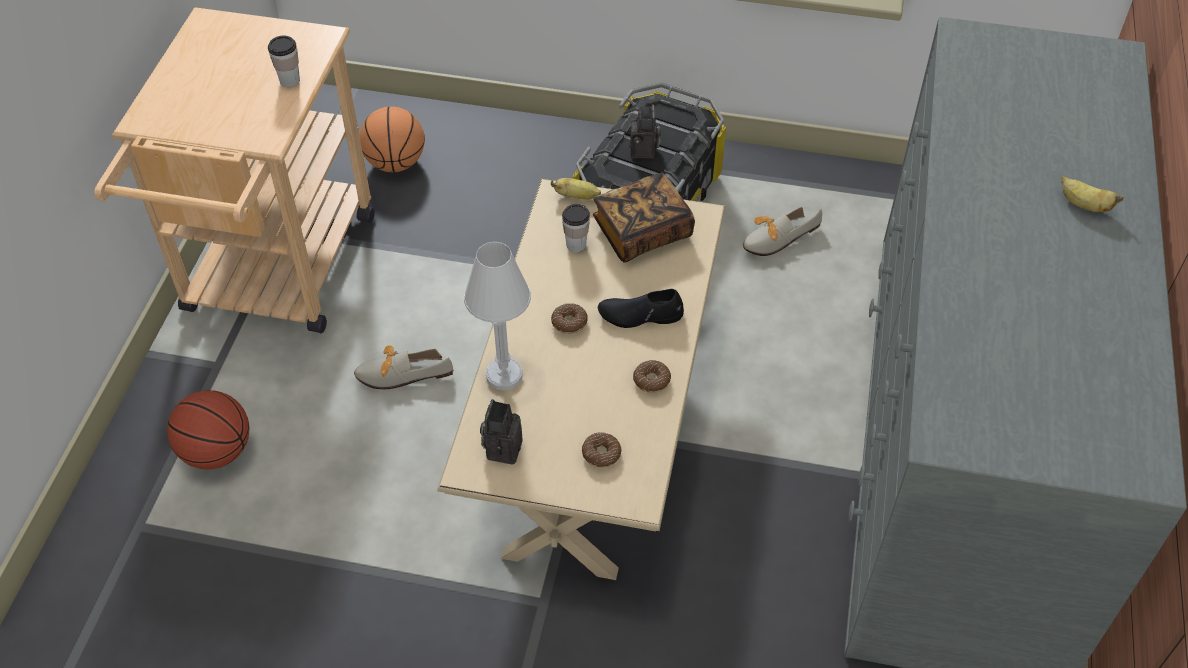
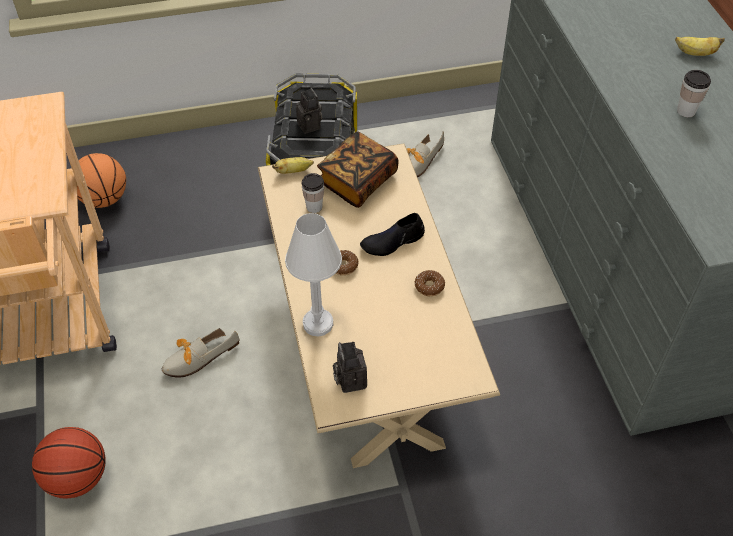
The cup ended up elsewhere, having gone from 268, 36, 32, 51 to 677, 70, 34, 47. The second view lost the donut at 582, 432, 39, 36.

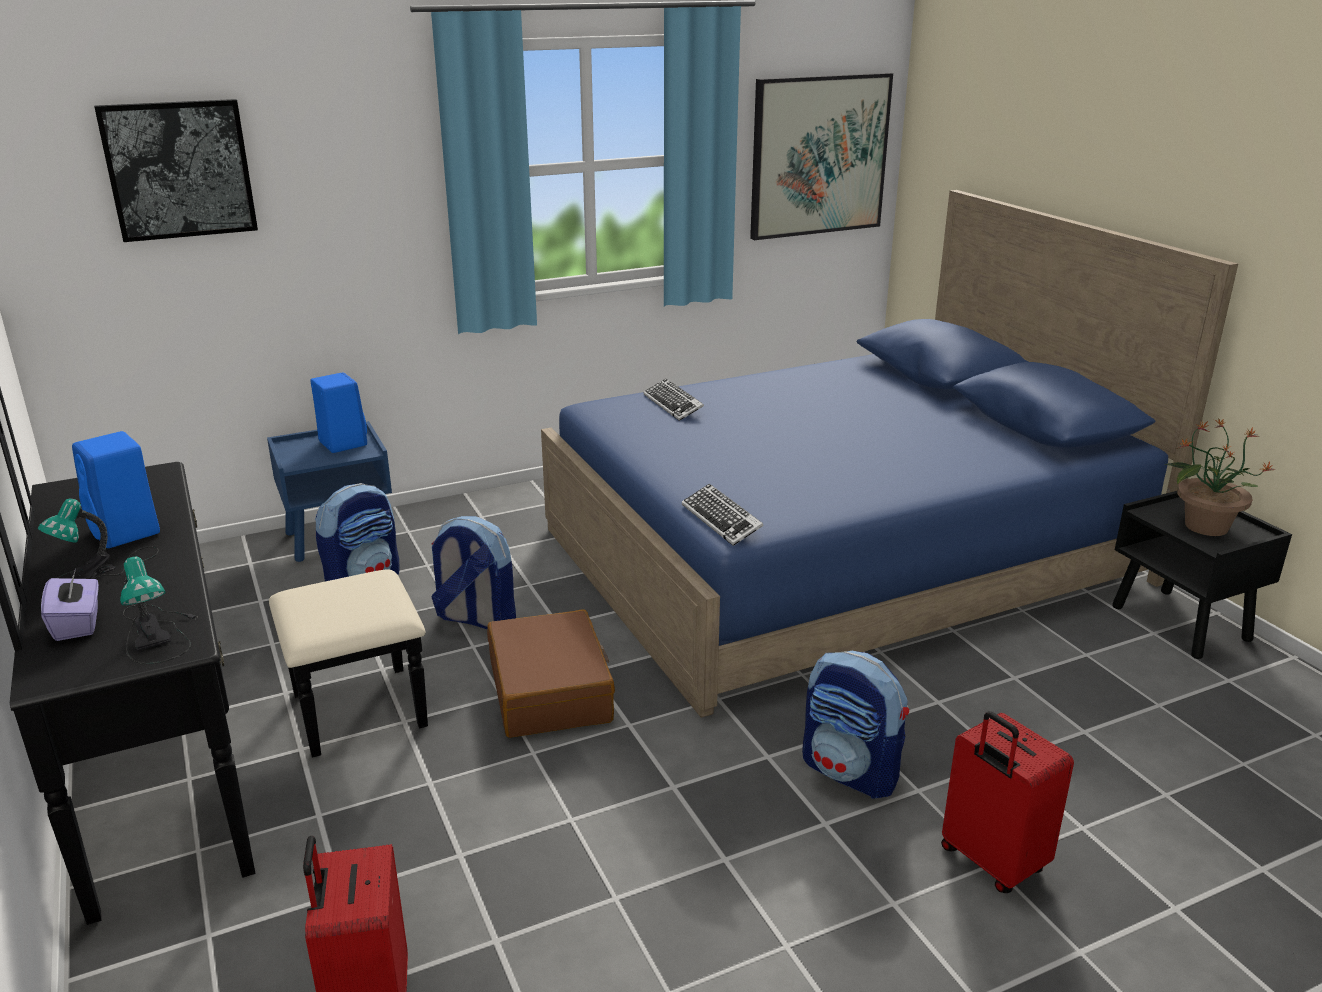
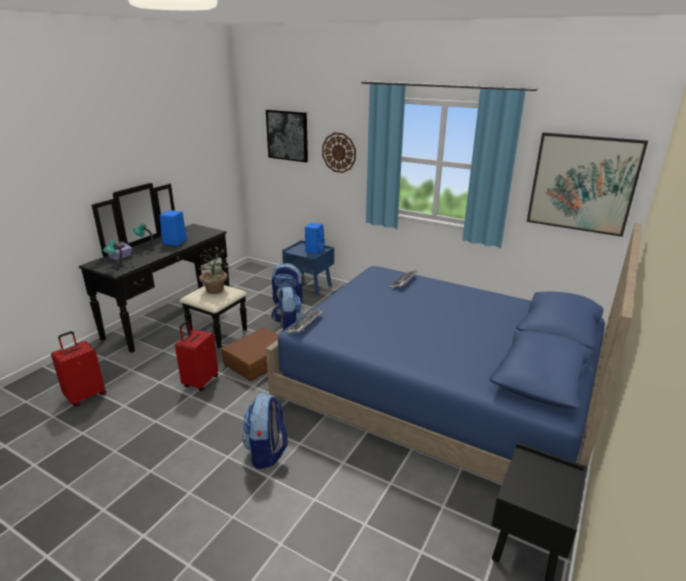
The red suitcase ended up elsewhere, having gone from 941, 711, 133, 182 to 175, 320, 43, 71. The potted plant ended up elsewhere, having gone from 1165, 419, 111, 117 to 199, 247, 31, 47. The second view gained the wall clock at 322, 132, 34, 41.

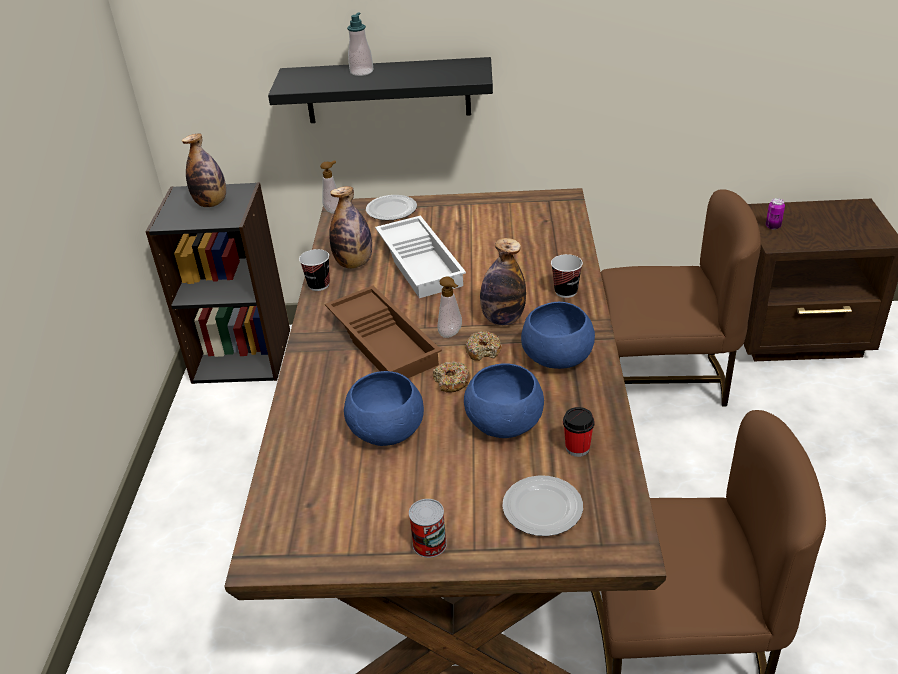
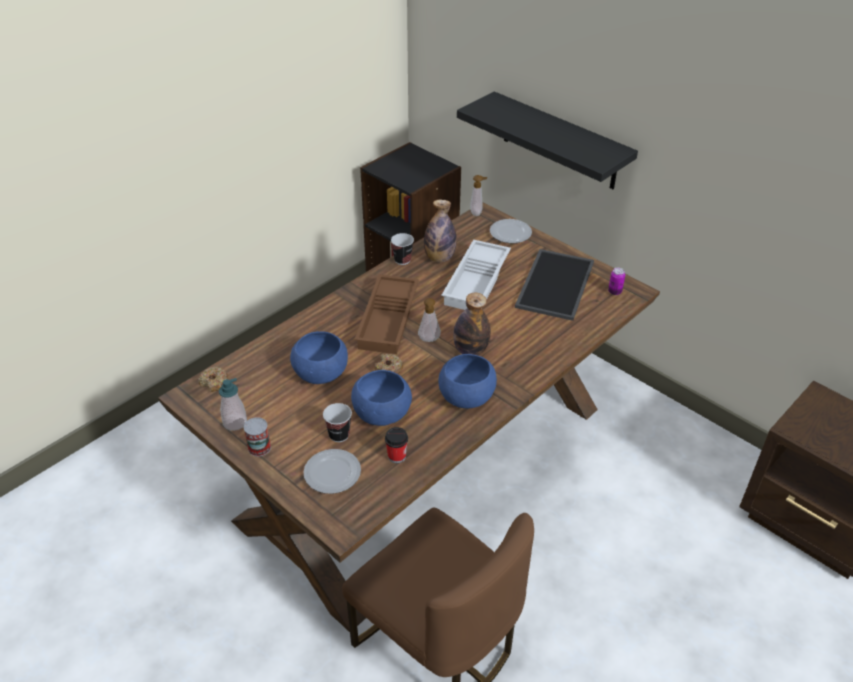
The second view lost the bottle at 182, 133, 44, 74. The soap dispenser ended up elsewhere, having gone from 347, 13, 26, 63 to 219, 378, 28, 53. The donut ended up elsewhere, having gone from 465, 331, 37, 30 to 198, 367, 31, 25. The cup ended up elsewhere, having gone from 551, 254, 32, 44 to 323, 403, 29, 39. The second view lost the brown chair at 601, 189, 160, 218. The can ended up elsewhere, having gone from 766, 198, 19, 31 to 608, 268, 17, 27. The second view gained the tray at 515, 249, 79, 72.

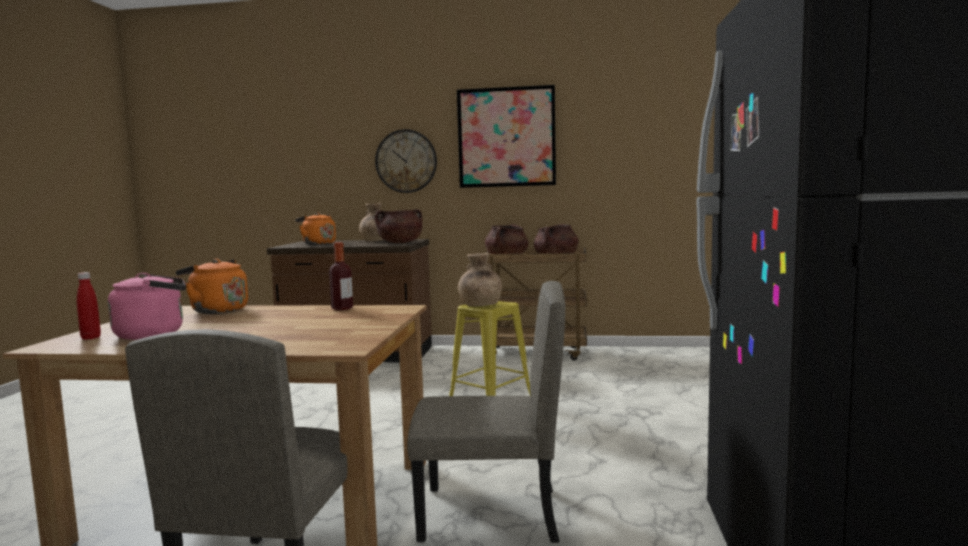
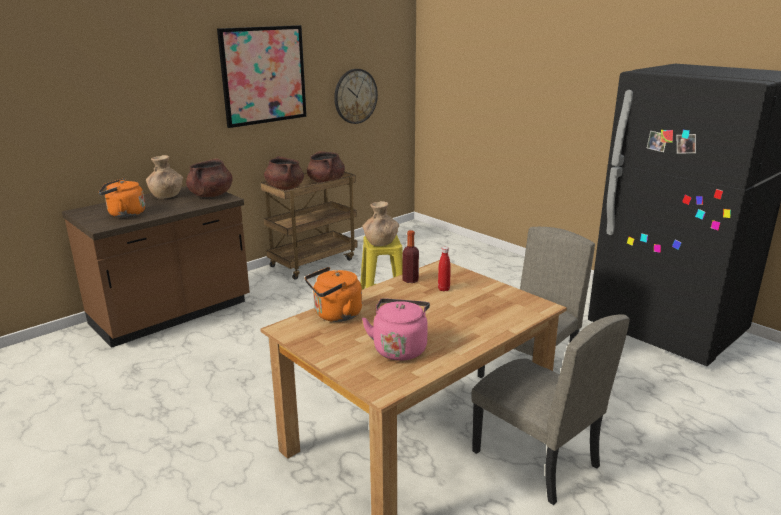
The red bottle ended up elsewhere, having gone from 77, 272, 24, 68 to 438, 247, 13, 45. The wall clock ended up elsewhere, having gone from 375, 129, 62, 64 to 334, 69, 44, 55.

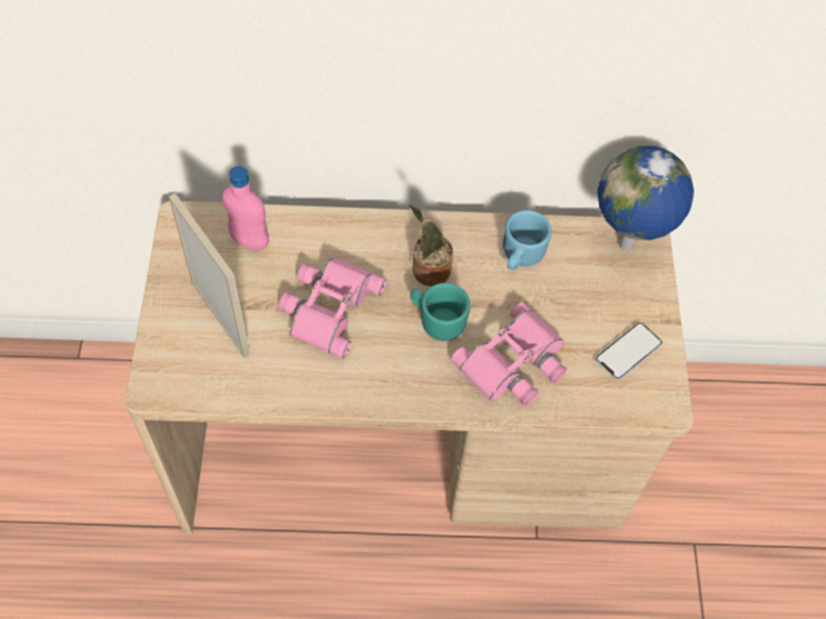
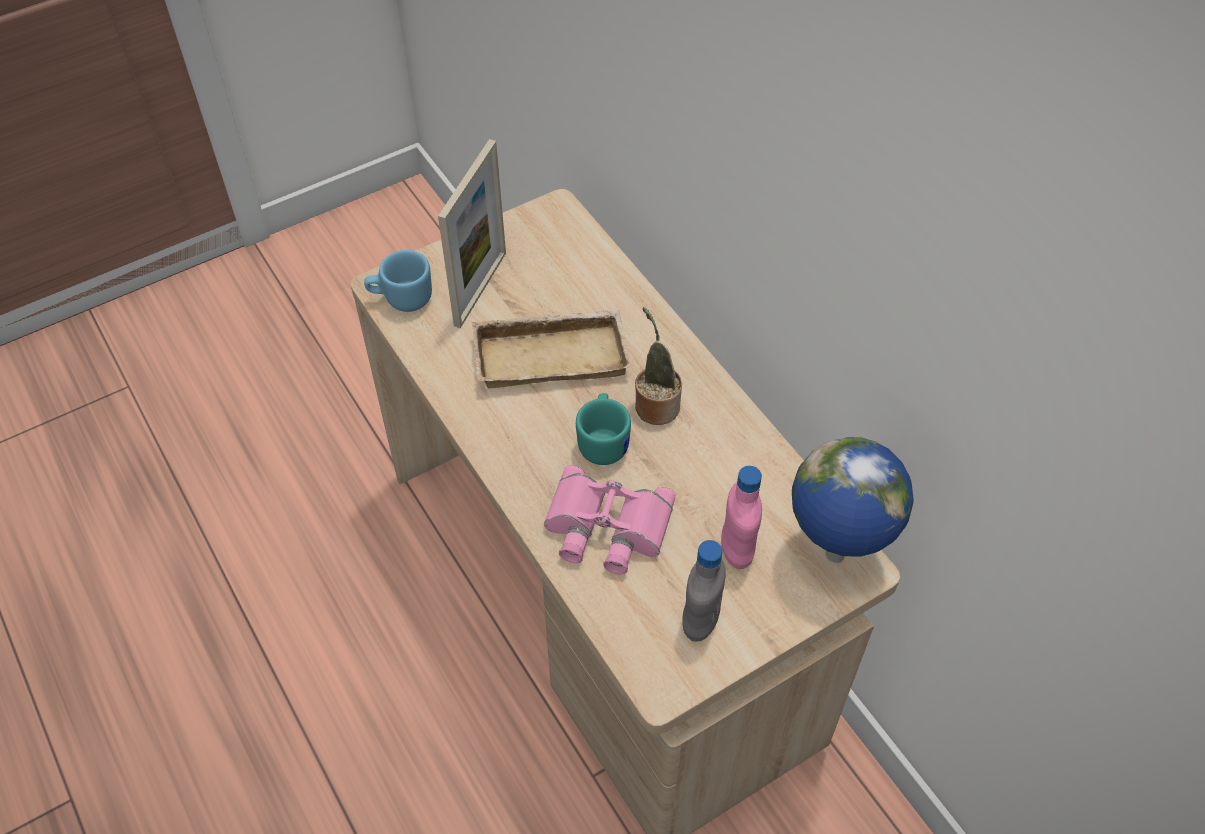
The pink bottle ended up elsewhere, having gone from 222, 166, 47, 85 to 721, 466, 41, 103. Where the pink binoculars stood at 278, 257, 109, 101, the beige tray came to stand at 472, 309, 159, 79. The blue mug ended up elsewhere, having gone from 503, 210, 49, 60 to 364, 250, 68, 62. Where the phone stood at 595, 322, 68, 58, the grey bottle came to stand at 683, 540, 43, 102.

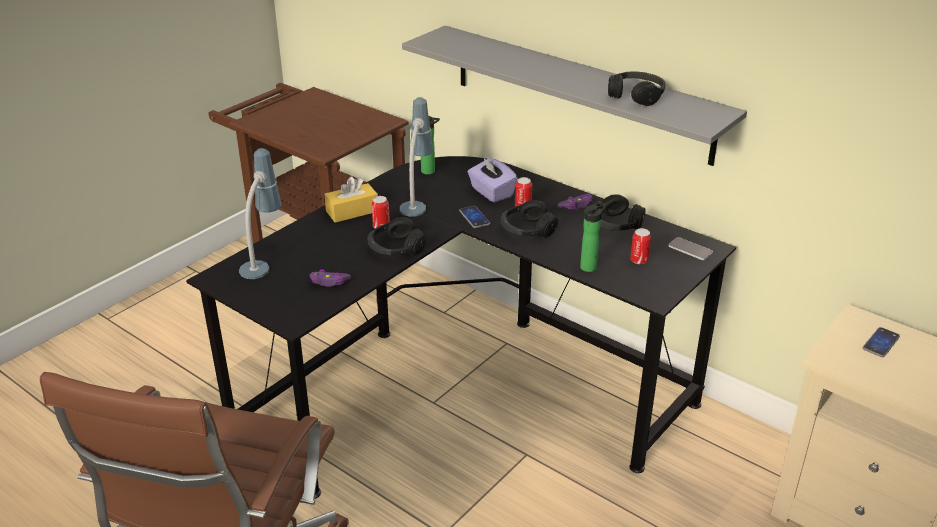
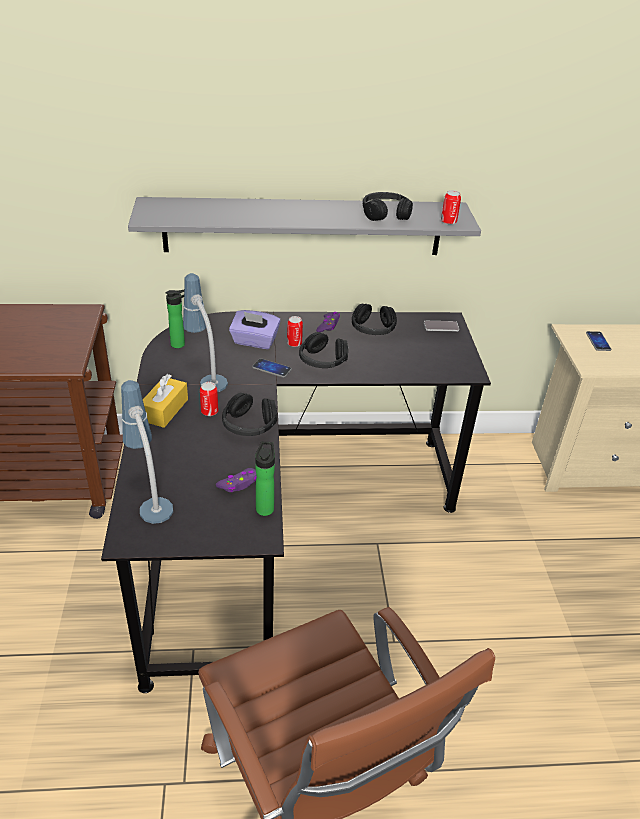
The bottle ended up elsewhere, having gone from 580, 201, 27, 71 to 255, 441, 20, 75. The can ended up elsewhere, having gone from 630, 228, 21, 36 to 441, 190, 20, 35.

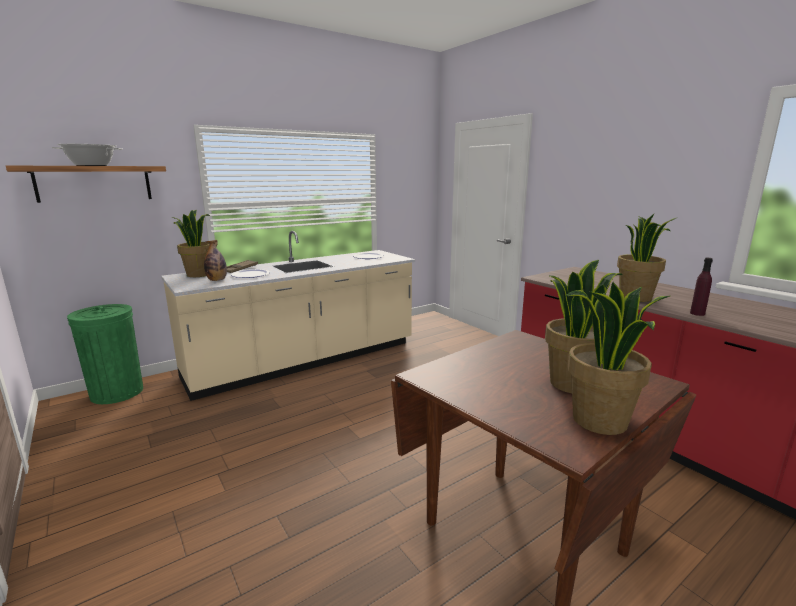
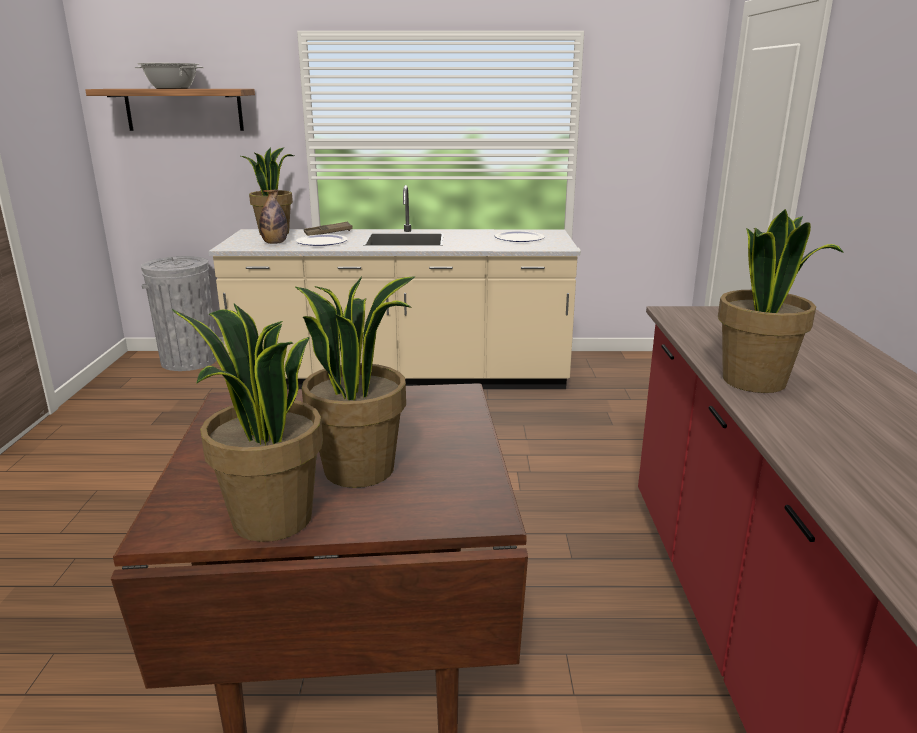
What was the green trash can at 67, 304, 76, 100 turned into the grey trash can at 141, 256, 76, 115. The second view lost the purple bottle at 690, 258, 23, 58.

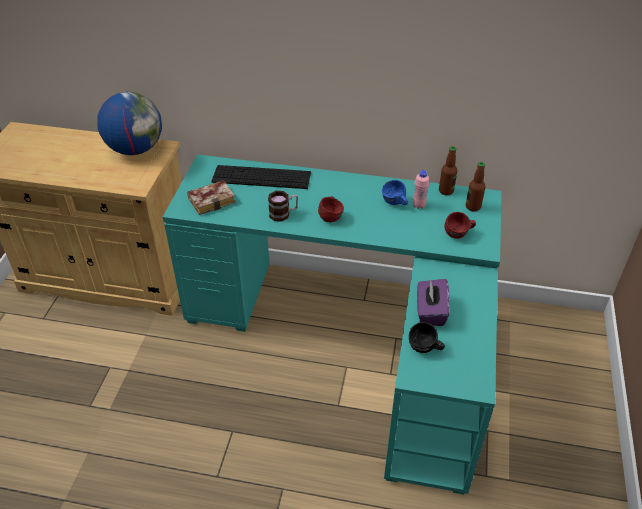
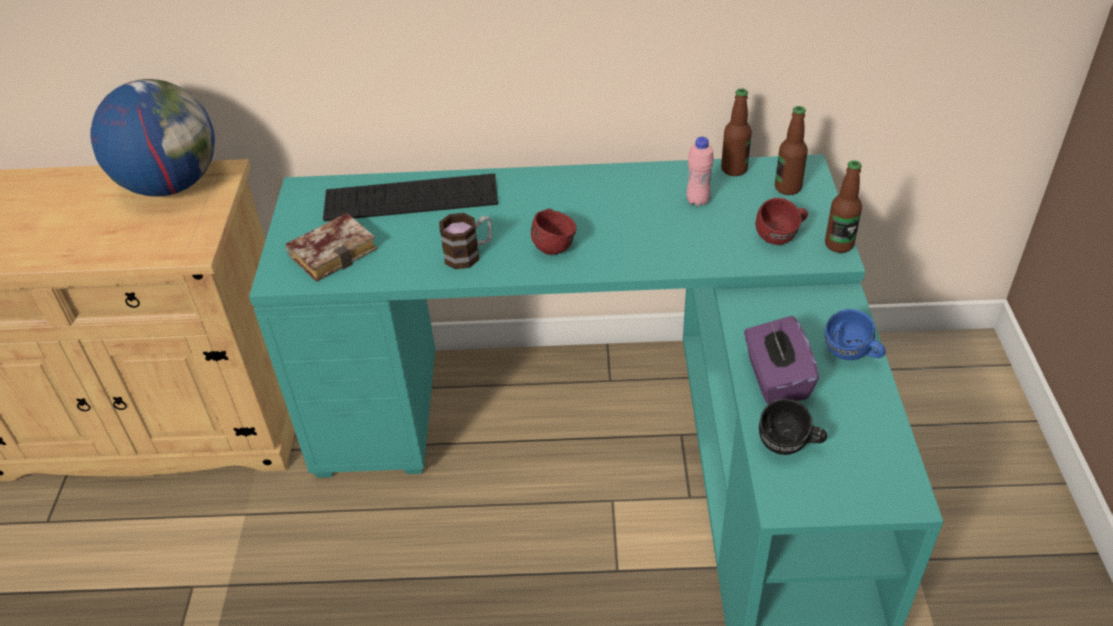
The blue mug ended up elsewhere, having gone from 382, 180, 26, 25 to 825, 309, 61, 51. The second view gained the bottle at 825, 160, 37, 93.

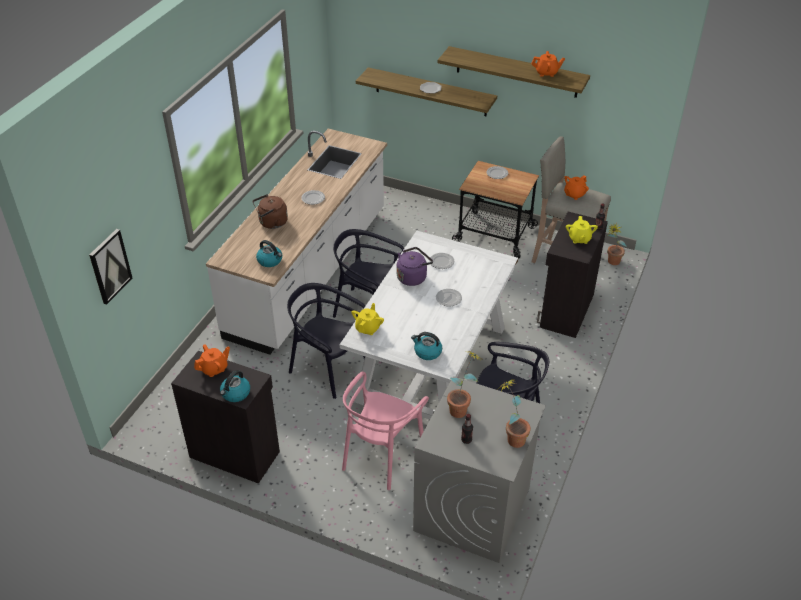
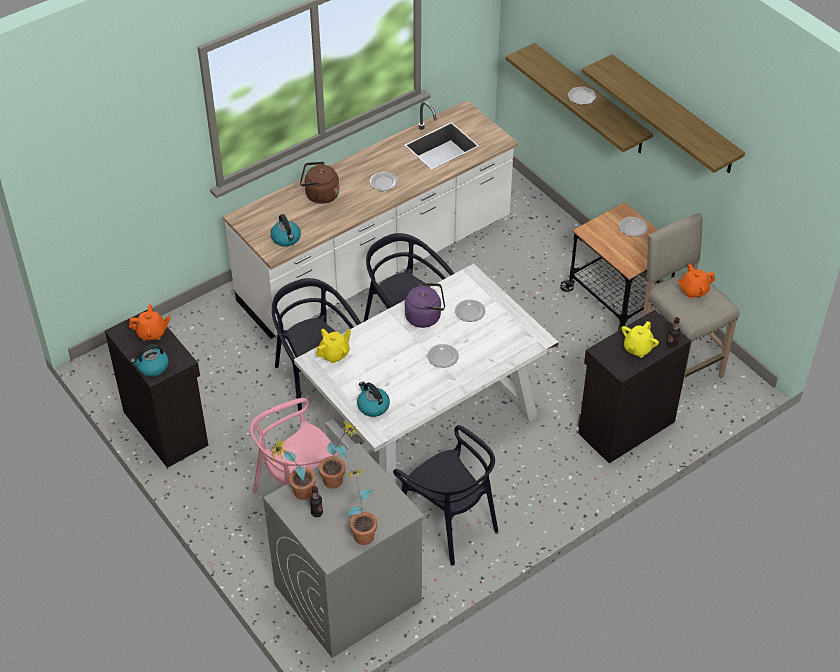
The second view lost the picture at 89, 229, 43, 76. The second view lost the orange teapot at 532, 51, 33, 26. The potted plant ended up elsewhere, having gone from 607, 223, 19, 42 to 270, 439, 46, 61.

